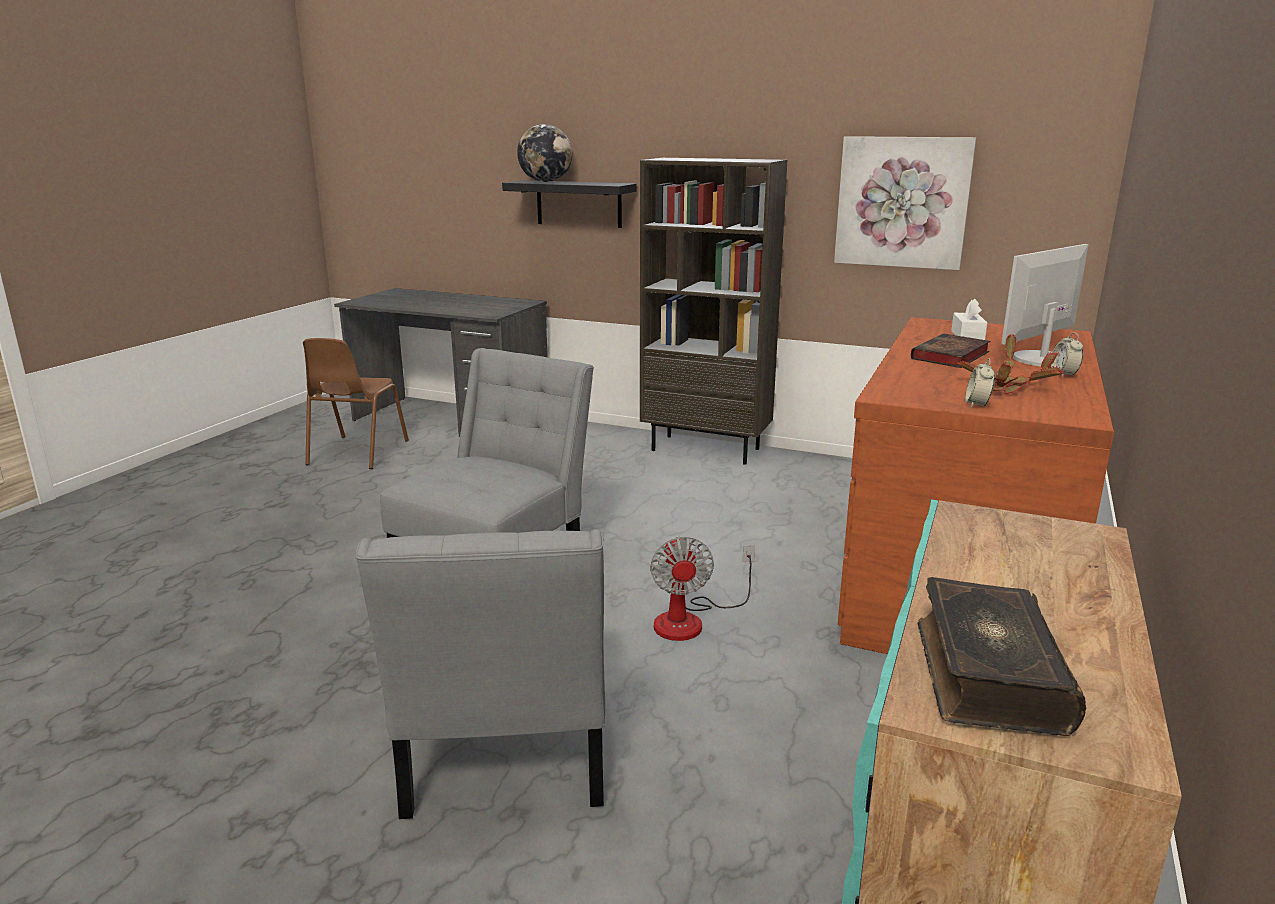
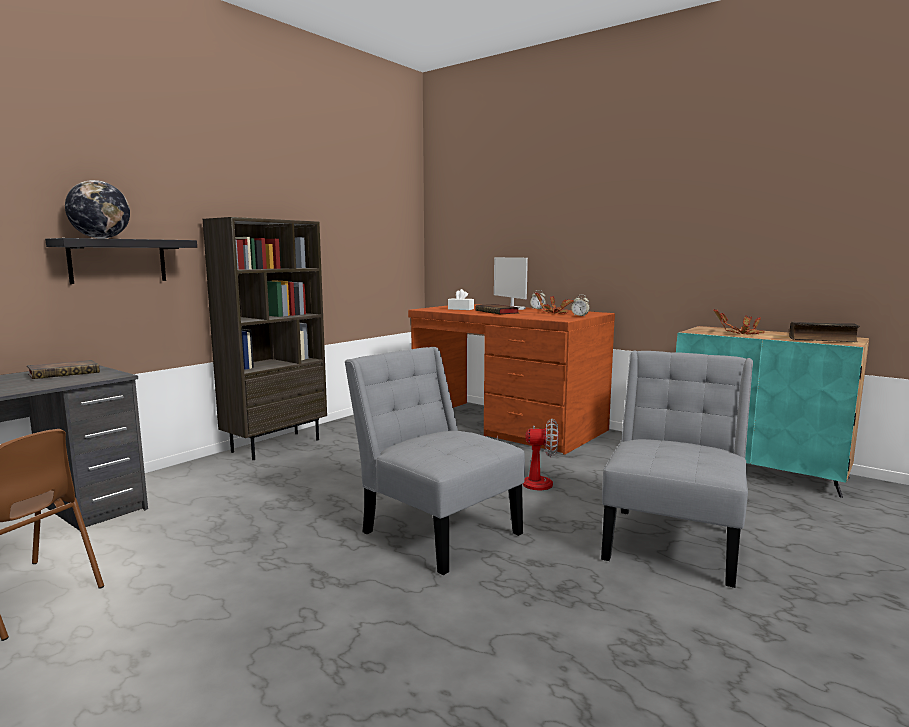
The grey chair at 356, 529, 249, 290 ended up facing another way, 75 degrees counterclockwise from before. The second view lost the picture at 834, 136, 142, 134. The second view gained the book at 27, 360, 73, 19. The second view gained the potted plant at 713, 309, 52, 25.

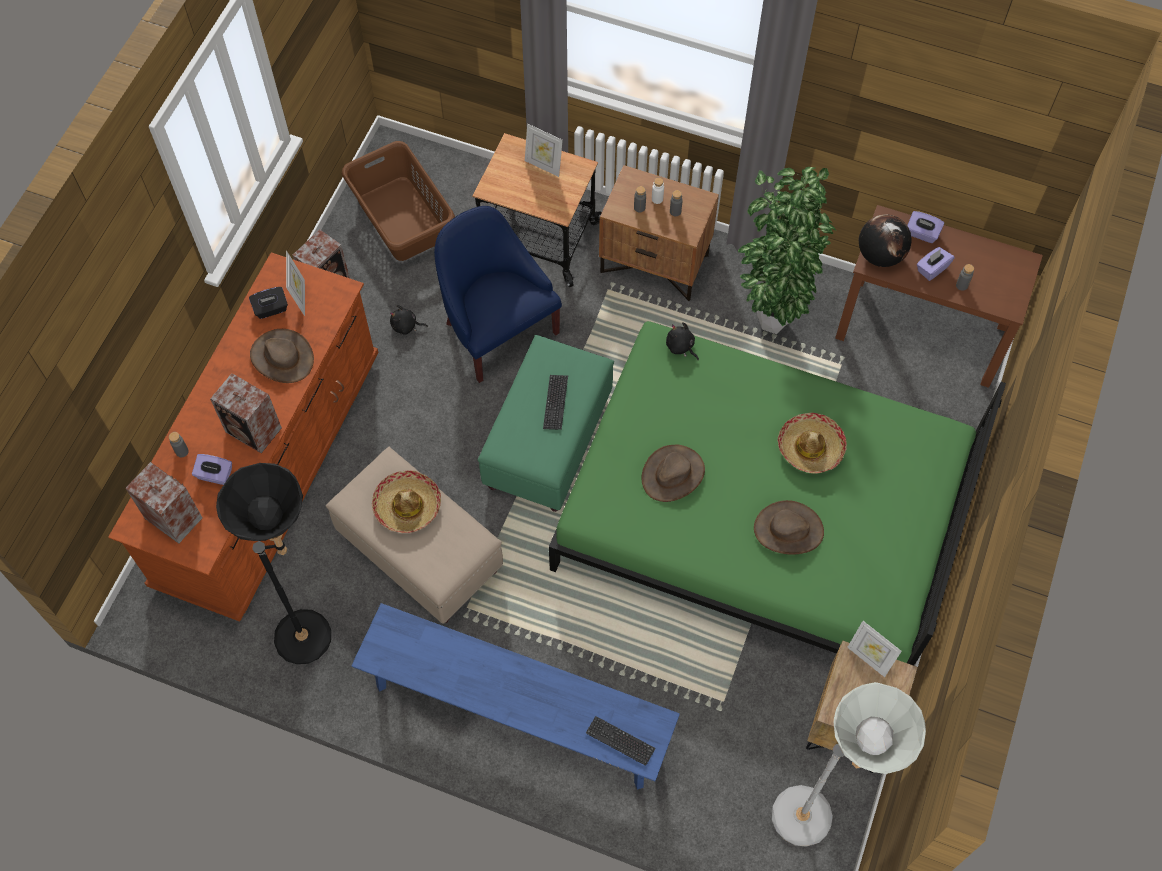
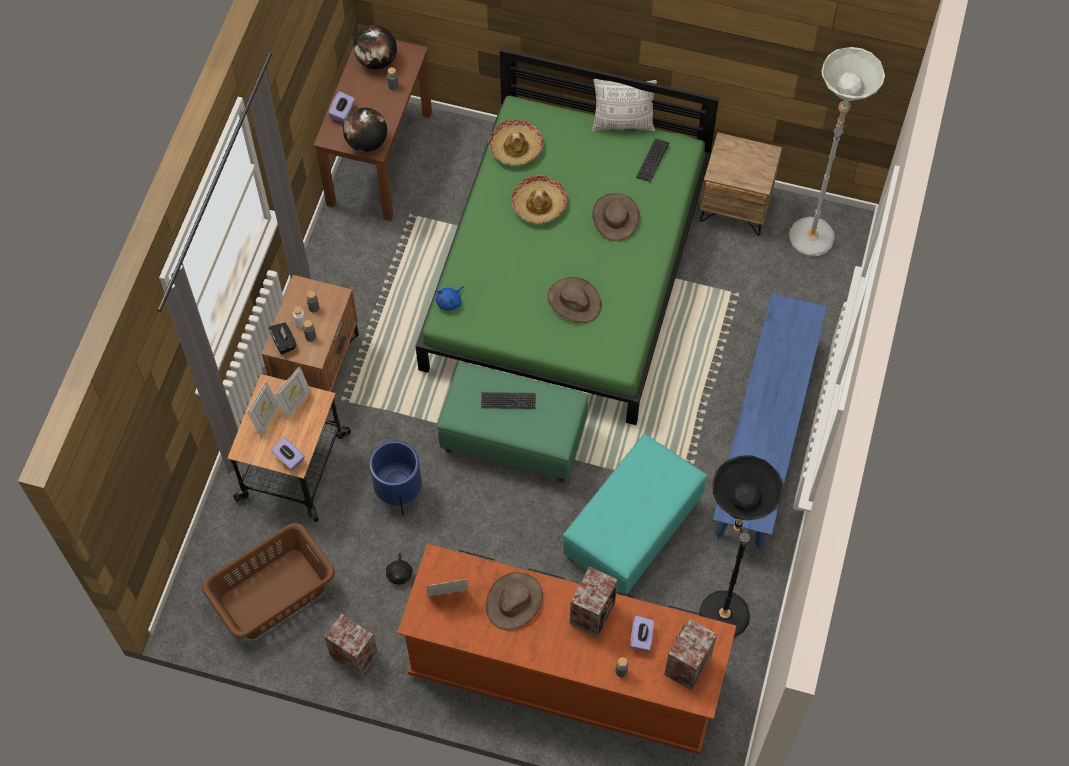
The black tissue box ended up elsewhere, having gone from 249, 287, 39, 32 to 268, 322, 28, 32. What was the beige ottoman at 326, 446, 177, 178 turned into the turquoise ottoman at 563, 433, 145, 163. The hat ended up elsewhere, having gone from 372, 470, 69, 63 to 489, 120, 54, 45. Where the blue armchair stood at 434, 206, 128, 177, the blue planter came to stand at 369, 441, 53, 75. The keyboard ended up elsewhere, having gone from 586, 716, 70, 50 to 636, 138, 34, 44. What was the black plush toy at 666, 322, 33, 38 turned into the blue plush toy at 436, 286, 28, 25. The second view lost the potted plant at 738, 167, 98, 167. The picture frame ended up elsewhere, having gone from 847, 621, 55, 56 to 275, 366, 36, 54. The purple tissue box ended up elsewhere, having gone from 916, 247, 38, 34 to 271, 437, 34, 33. The second view gained the globe at 354, 26, 43, 44. The second view gained the pillow at 592, 79, 65, 53.

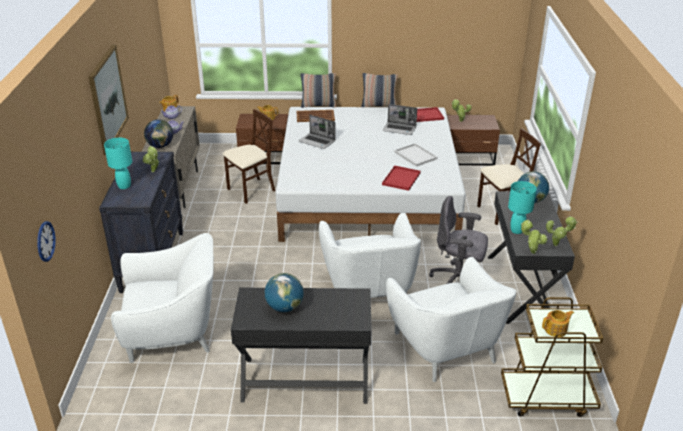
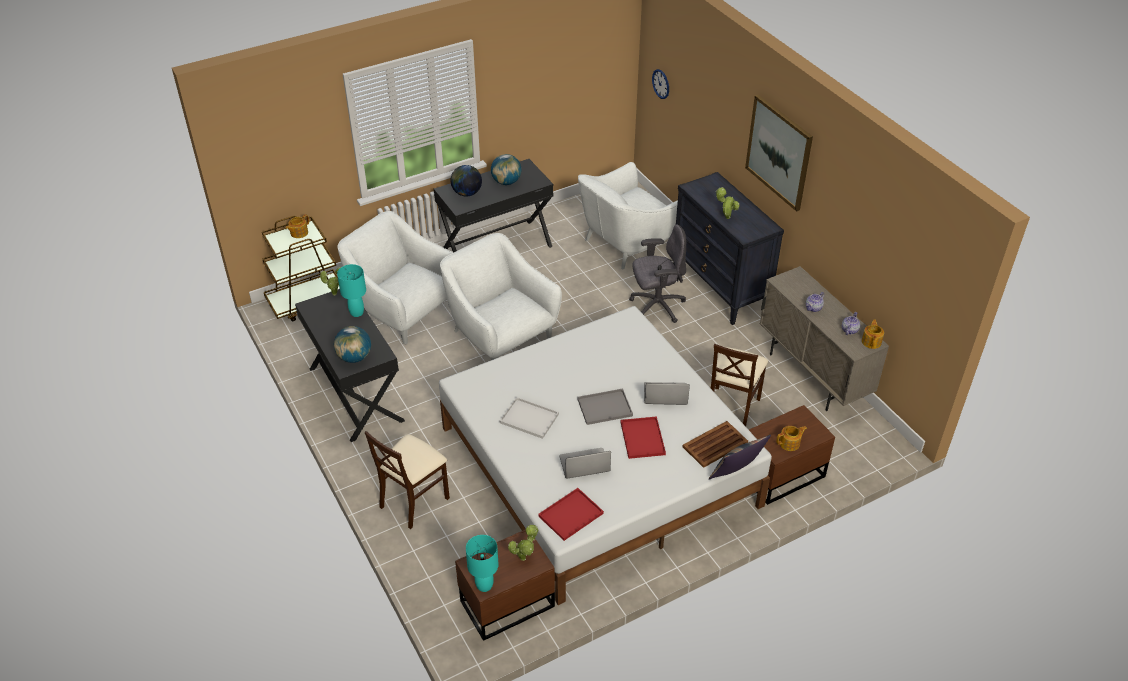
The turquoise table lamp ended up elsewhere, having gone from 104, 138, 28, 51 to 466, 535, 33, 57. The globe ended up elsewhere, having gone from 144, 119, 29, 29 to 451, 165, 31, 32. The second view lost the pillow at 361, 73, 37, 34. The red tray ended up elsewhere, having gone from 382, 165, 39, 26 to 621, 416, 45, 43. The grey office chair ended up elsewhere, having gone from 429, 196, 59, 88 to 629, 225, 57, 98. The second view lost the potted plant at 546, 216, 32, 30. The second view gained the grey tray at 577, 389, 56, 36.

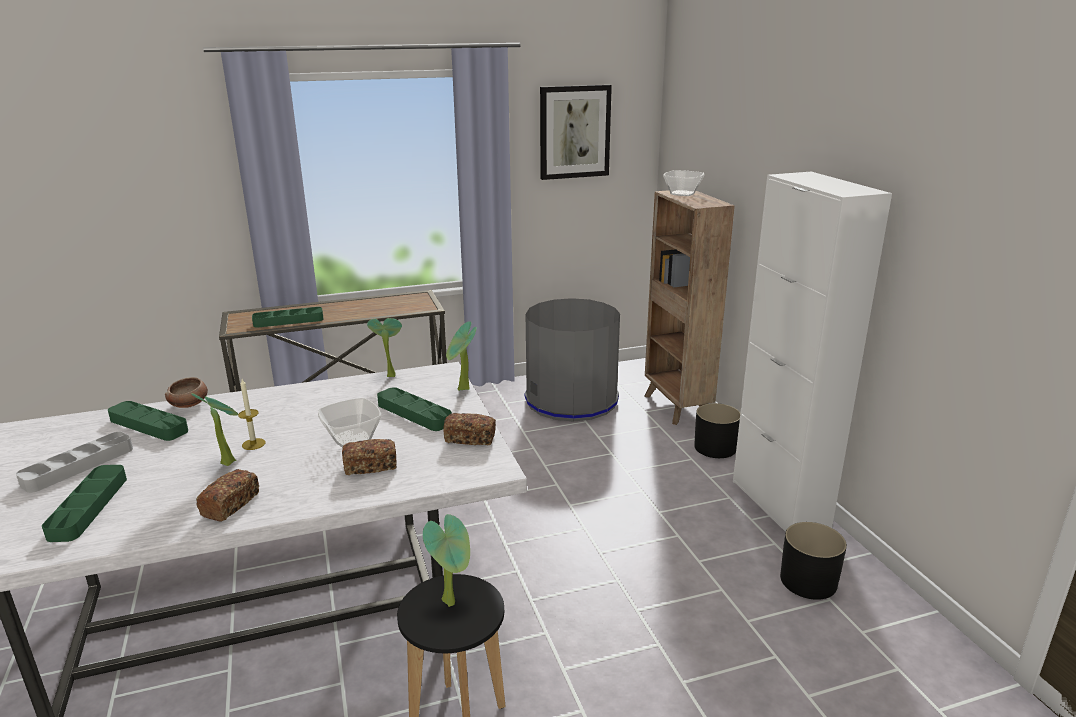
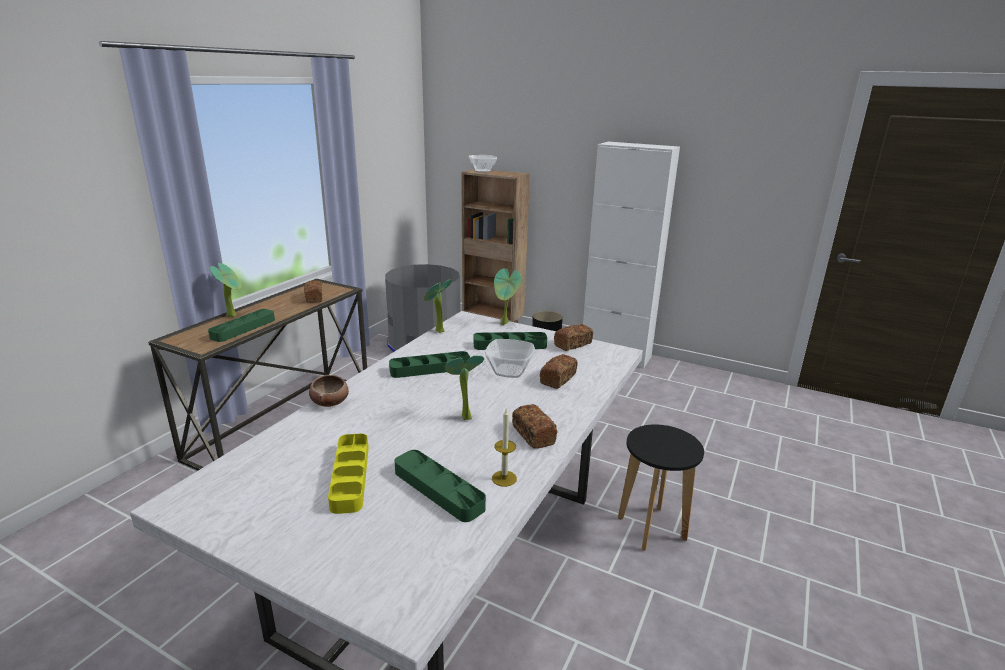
What was the grey tray at 16, 431, 117, 62 turned into the yellow tray at 328, 433, 41, 81. The green tray ended up elsewhere, having gone from 108, 401, 80, 40 to 389, 351, 81, 27. The candle ended up elsewhere, having gone from 238, 379, 28, 71 to 492, 408, 25, 79. The potted plant ended up elsewhere, having gone from 423, 514, 47, 93 to 210, 263, 32, 54. The second view lost the picture at 540, 85, 72, 95. The second view lost the black planter at 780, 522, 67, 78. The second view gained the bread at 304, 280, 18, 23.

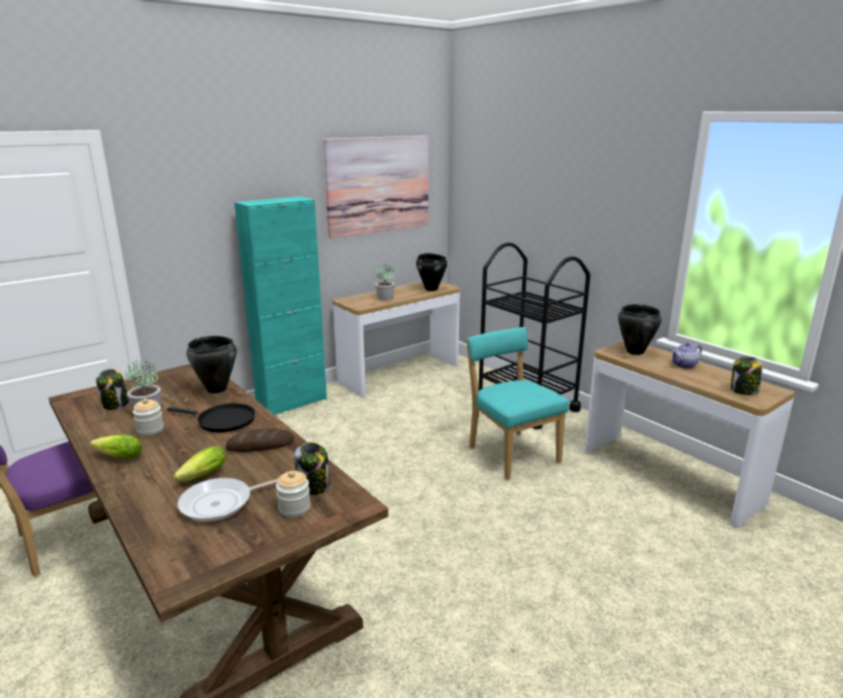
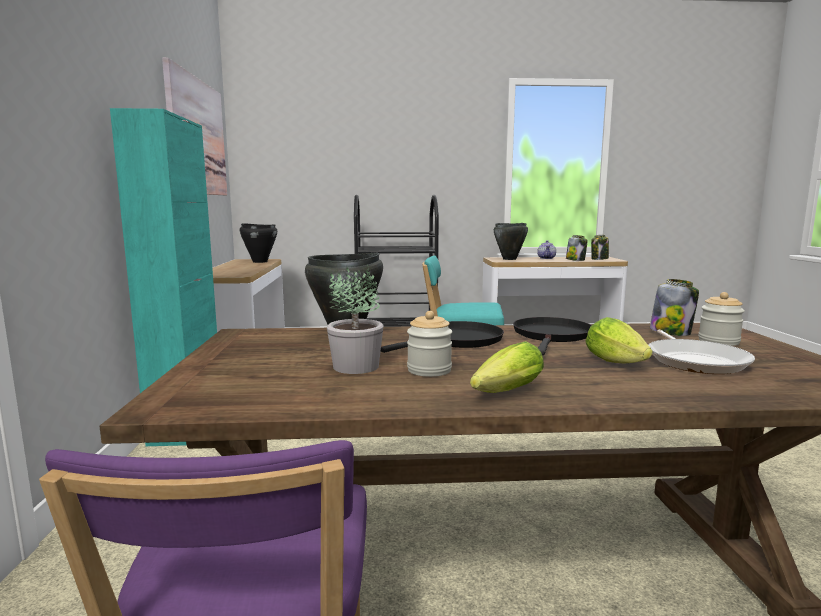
The jar ended up elsewhere, having gone from 96, 369, 33, 41 to 566, 235, 21, 26. Where the bread stood at 226, 429, 68, 23, the black frying pan came to stand at 513, 317, 79, 38. The second view lost the potted plant at 375, 265, 20, 36.

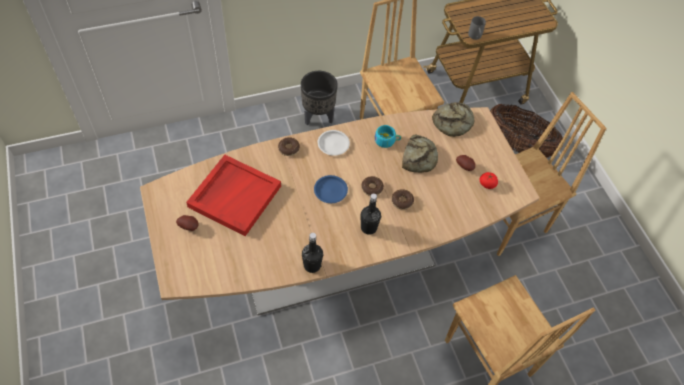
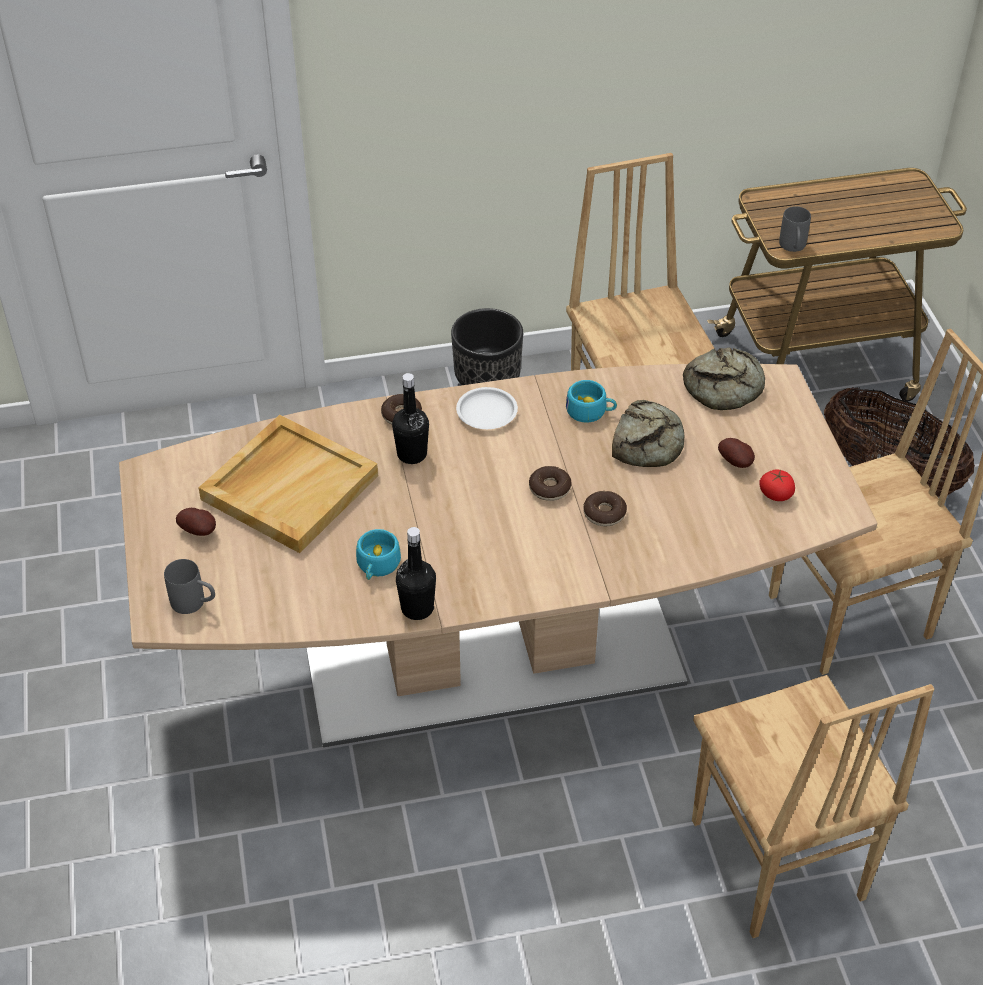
What was the red tray at 186, 155, 95, 81 turned into the beige tray at 198, 415, 180, 138. The second view lost the blue plate at 314, 175, 34, 28. The black bottle ended up elsewhere, having gone from 361, 193, 20, 42 to 392, 373, 37, 91. The second view gained the grey mug at 164, 559, 51, 55. The second view gained the turquoise cup at 356, 529, 45, 51.

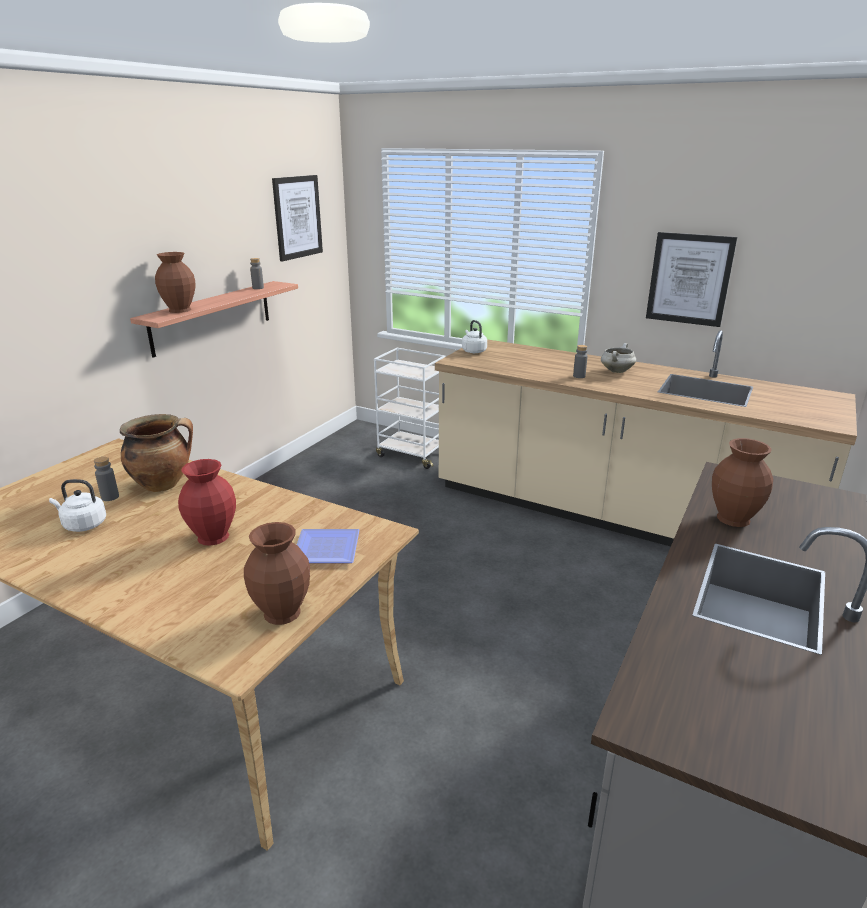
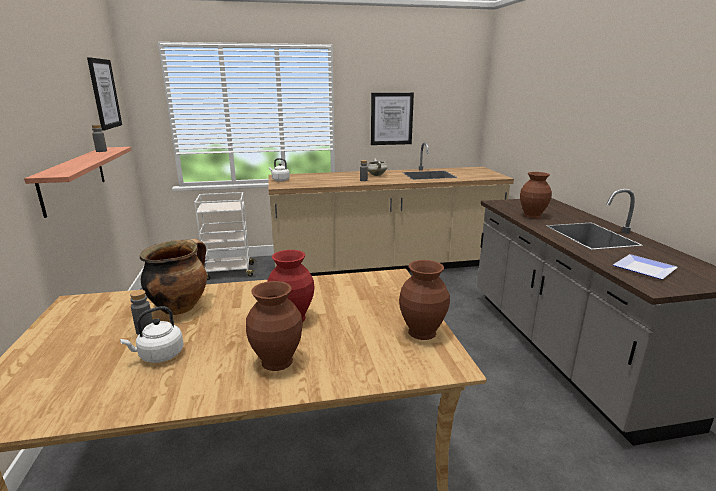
The brown vase ended up elsewhere, having gone from 155, 252, 40, 61 to 246, 281, 57, 90. The plate ended up elsewhere, having gone from 297, 529, 63, 34 to 613, 254, 65, 25.

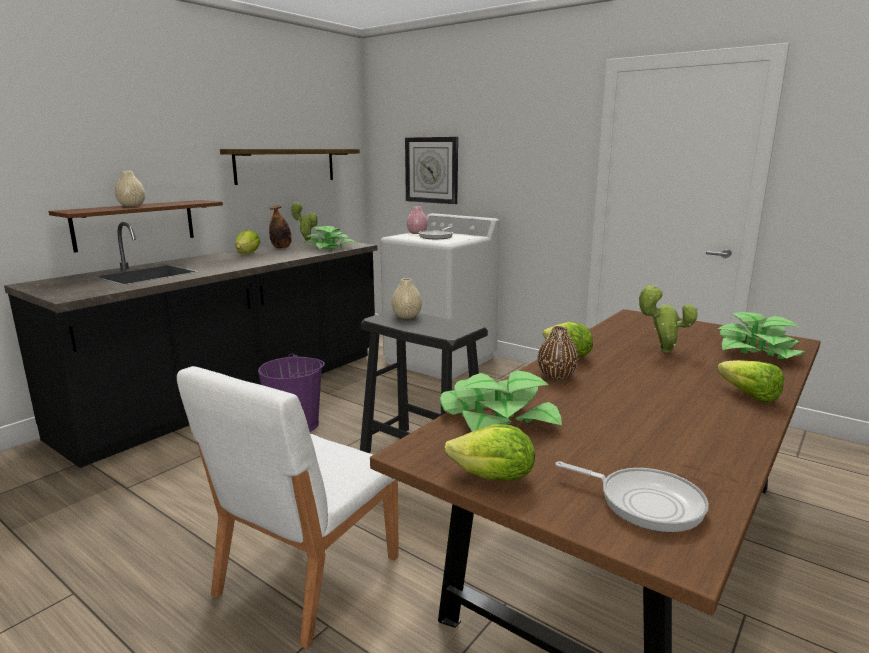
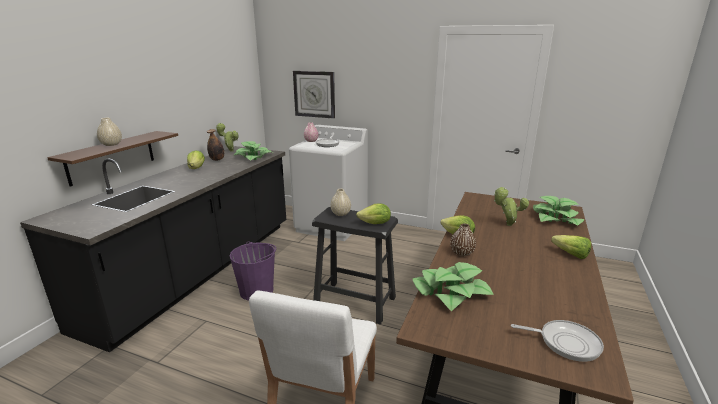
The second view lost the shelf at 220, 149, 140, 36. The lettuce ended up elsewhere, having gone from 444, 424, 91, 57 to 356, 203, 35, 21.

